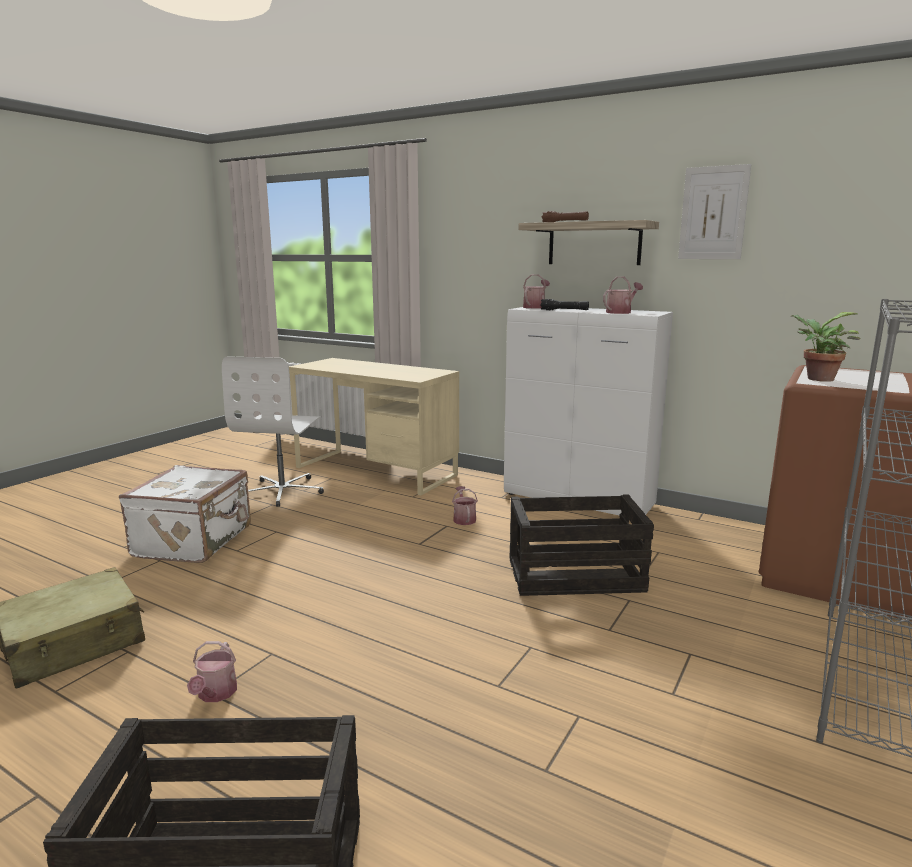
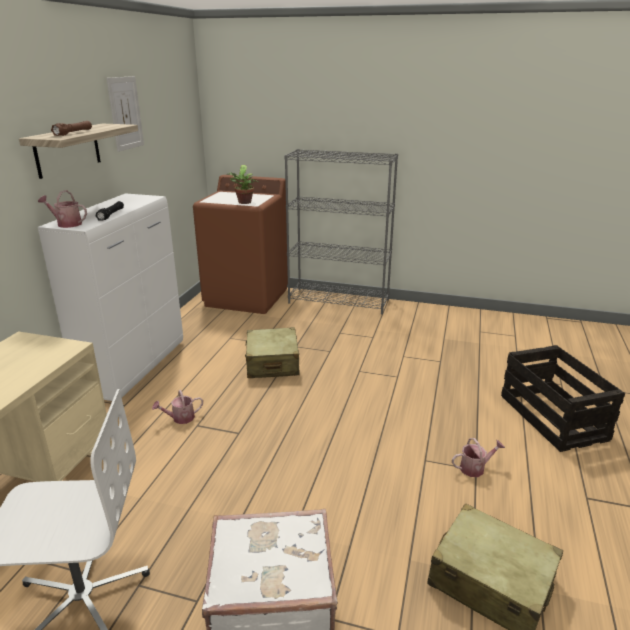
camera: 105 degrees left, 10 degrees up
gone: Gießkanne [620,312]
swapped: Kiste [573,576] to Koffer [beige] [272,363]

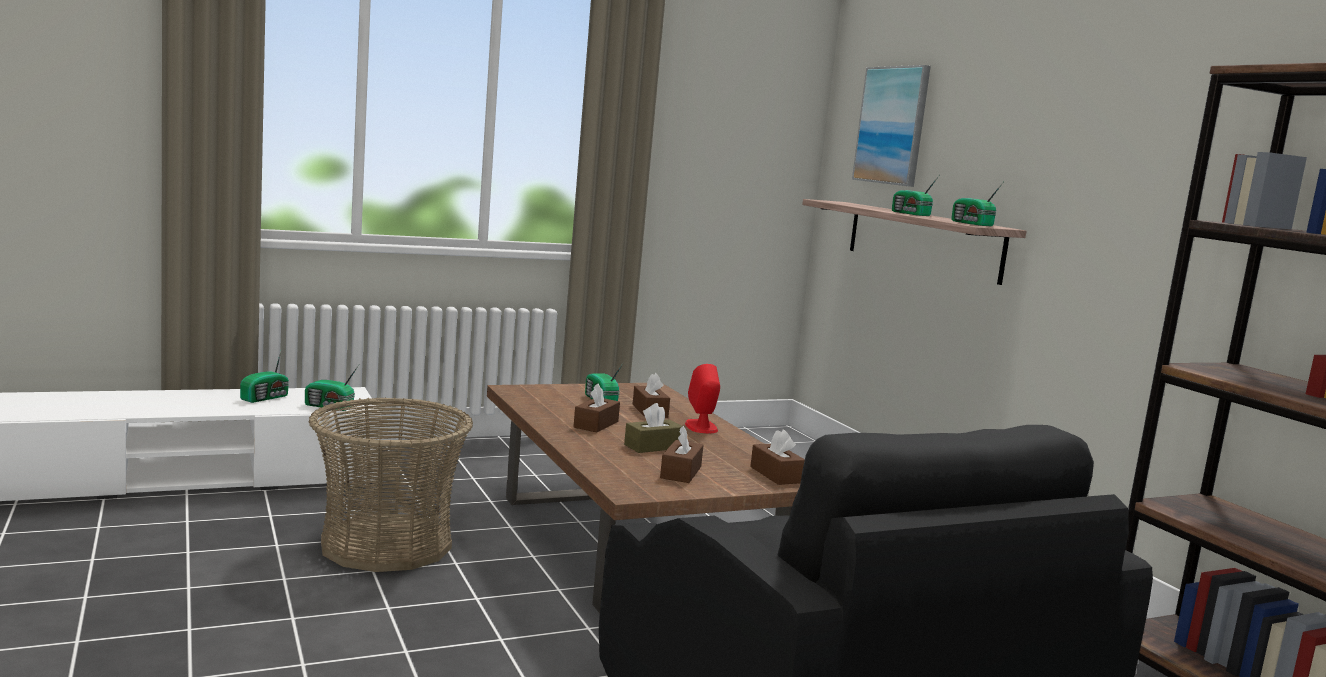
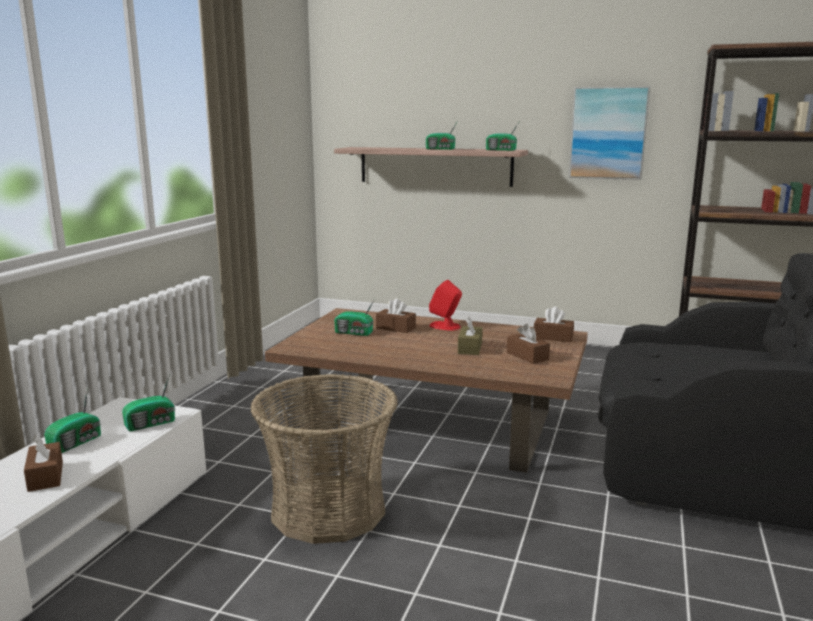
camera: 45 degrees left, 5 degrees up
shifted: Taschentuchbox [braun] [596,424] to [45,476]; Bild [892,125] to [608,133]
rotated: Radio [266,398] = [77,443] 45 degrees clockwise

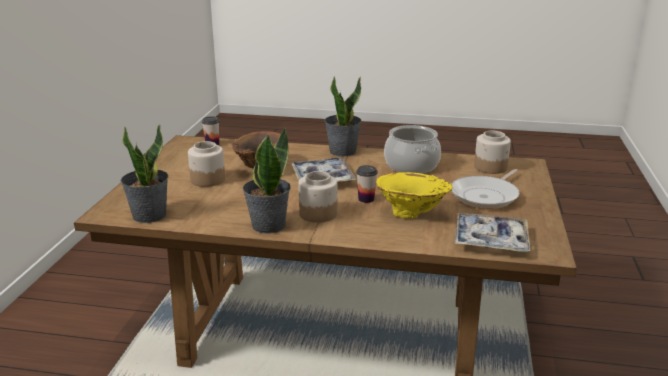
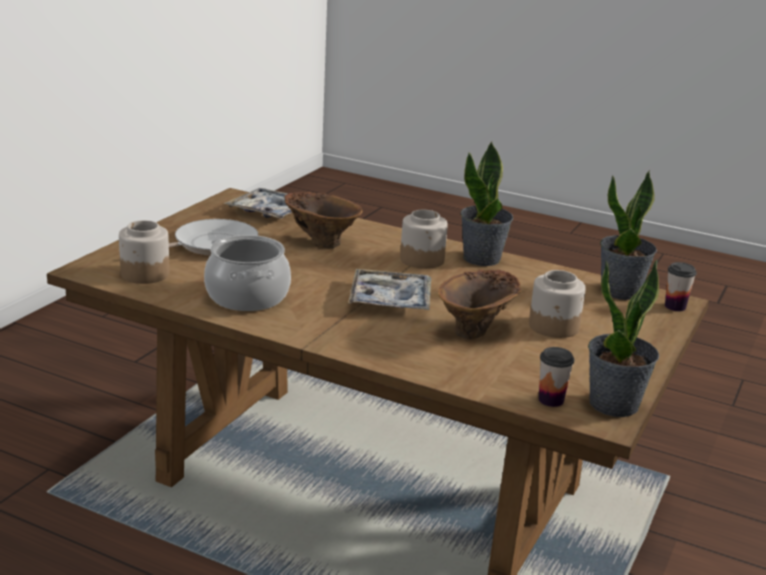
camera: 165 degrees left, 0 degrees up
shifted: Topfpflanze [342,151] to [614,404]; Tasse [366,199] to [675,306]
repainted: Vase [gelb] [411,216] to Vase [braun] [321,241]

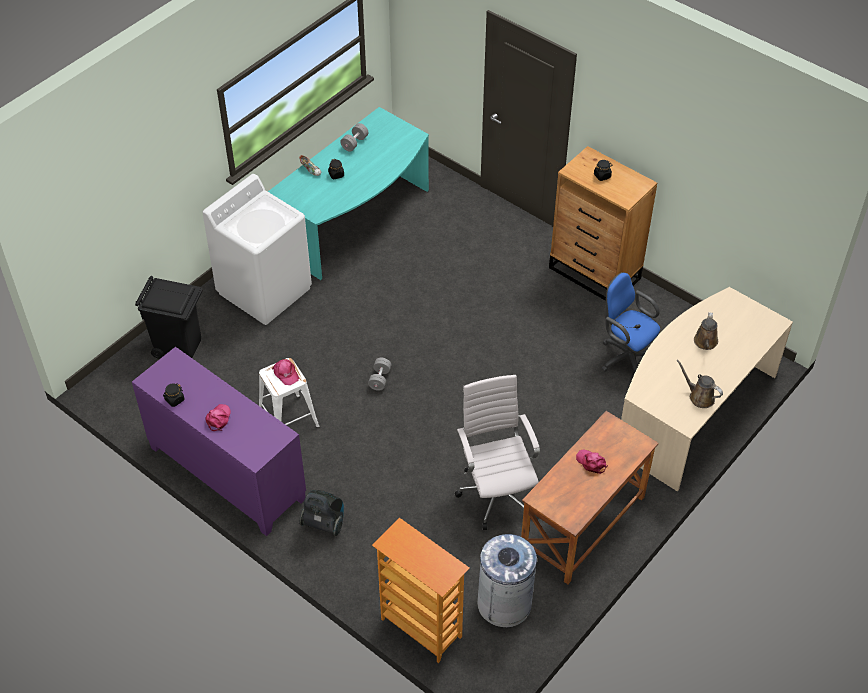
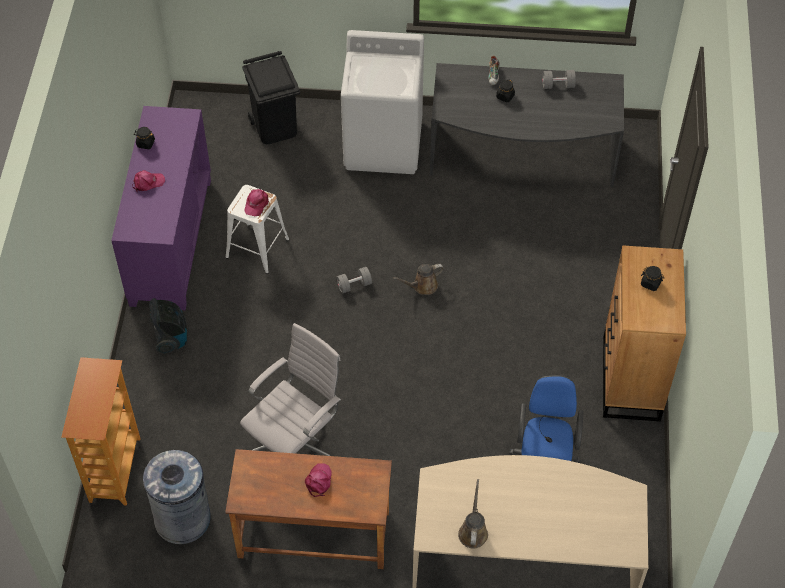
camera: 55 degrees right, 5 degrees up
shifted: Gießkanne [braun] [705,343] to [422,286]
repainted: Schreibtisch [türkis] [356,222] to Schreibtisch [grau] [522,158]

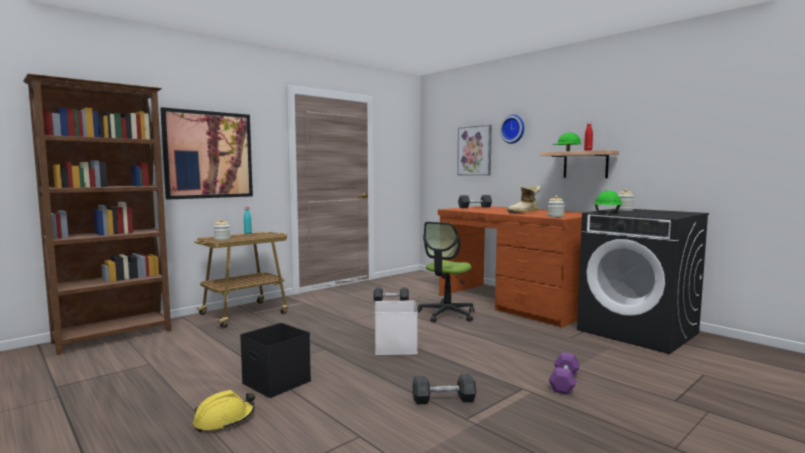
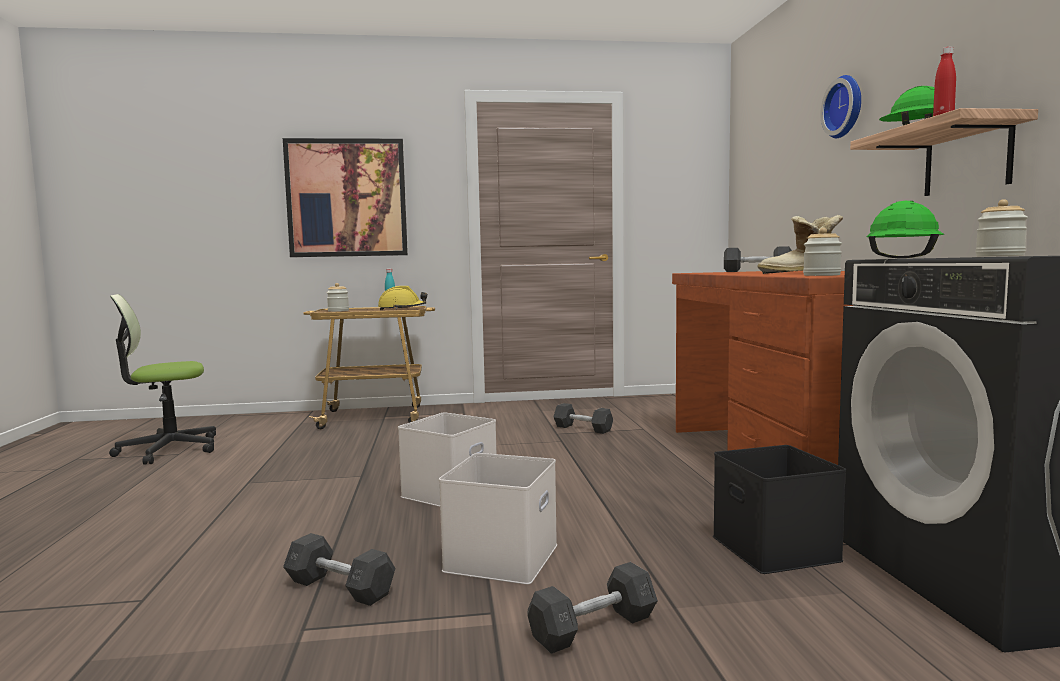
camera: 35 degrees right, 0 degrees up
gone: Bücherregal [braun] [114,337]; Bild [475,151]
new: Aufbewahrungsbox [weiß] [503,559]
shifted: Bürostuhl [446,314] to [168,450]; Schutzhelm [gelb] [224,420] to [402,309]; Aufbewahrungsbox [schwarz] [275,382] to [771,547]
repainted: Hantel [lila] [564,382] to Hantel [grau] [593,628]

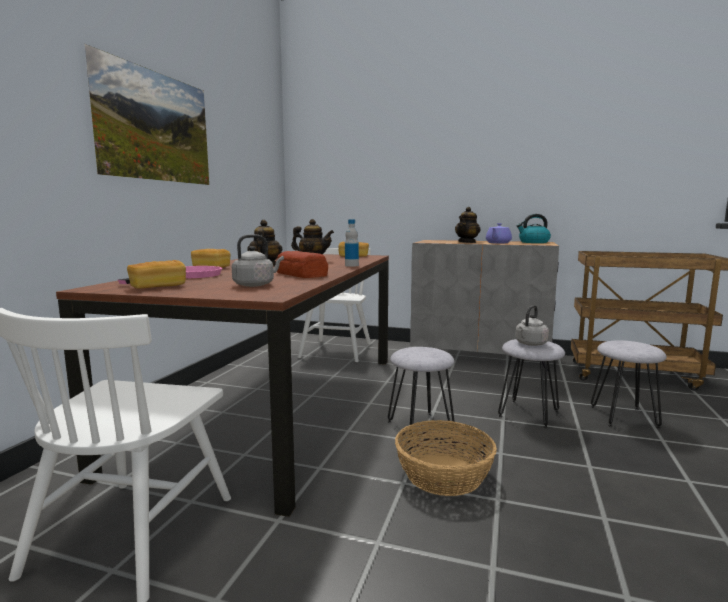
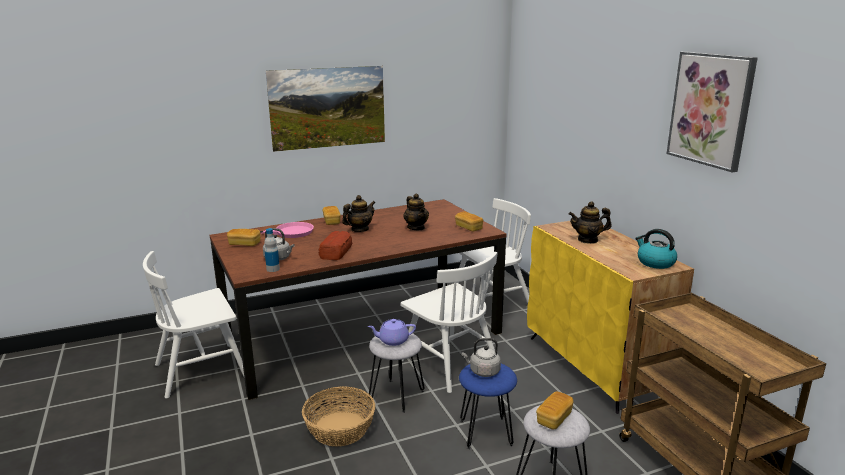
camera: 50 degrees right, 10 degrees up
new: Stuhl [weiß] [449,364]; Brot [554,418]; Bild [710,109]
shifted: Flasche [351,265] to [273,269]; Teekanne [lila] [498,243] to [392,340]
repainted: Hocker [grau] [528,413] to Hocker [blau] [486,433]; Schrank [grau] [480,356] to Schrank [gelb] [594,366]

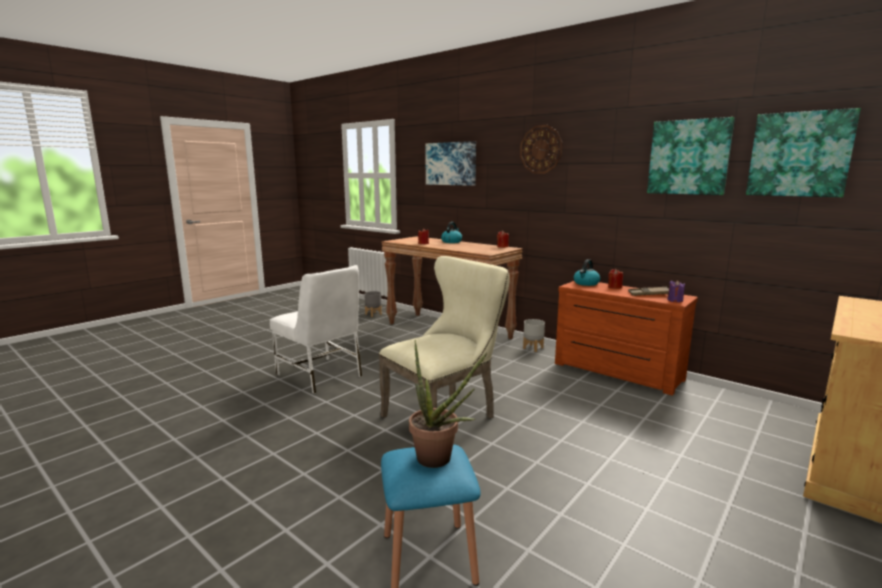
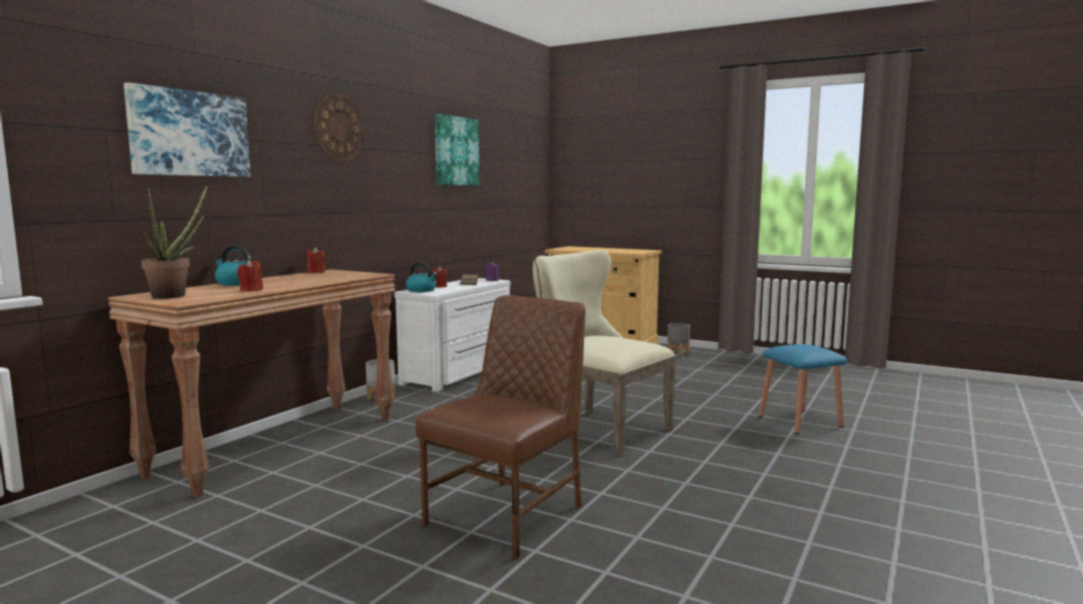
camera: 100 degrees left, 5 degrees down
gone: Bild [799,154]
shifted: Topfpflanze [440,461] to [175,295]; Pflanzkübel [grau] [373,314] to [677,354]
repainted: Kommode [braun] [616,372] to Kommode [weiß] [460,373]; Stuhl [weiß] [320,375] to Stuhl [braun] [508,515]

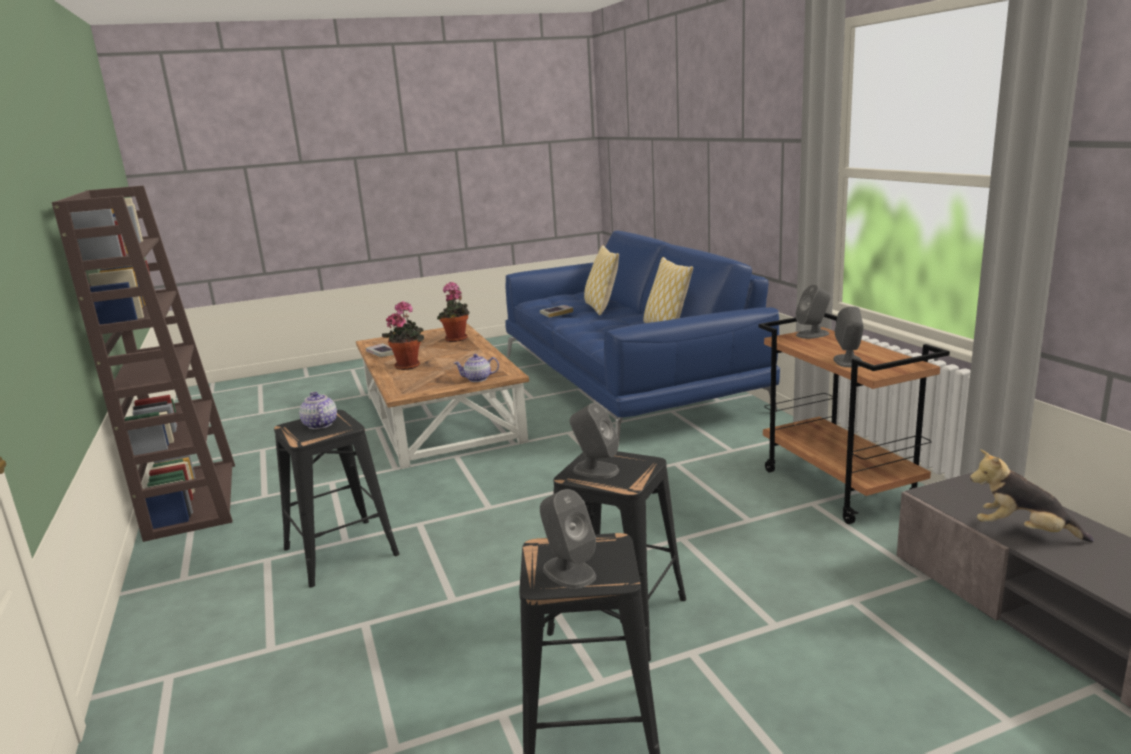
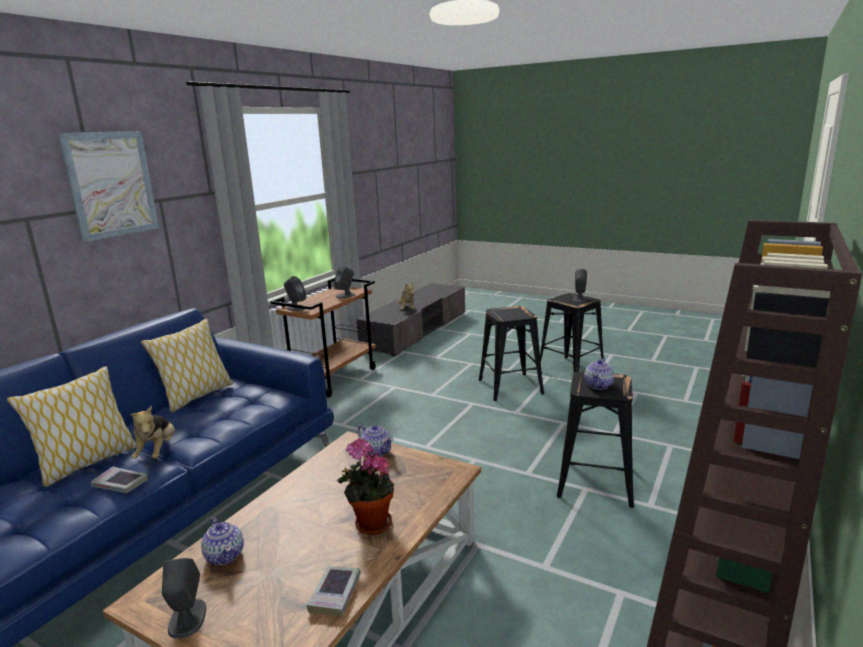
camera: 130 degrees left, 0 degrees up
new: Bild [111,184]; Plüschtier [157,451]
shifted: Lautsprecher [grau] [595,470] to [187,618]
swapped: Topfpflanze [457,339] to Teekanne [225,555]

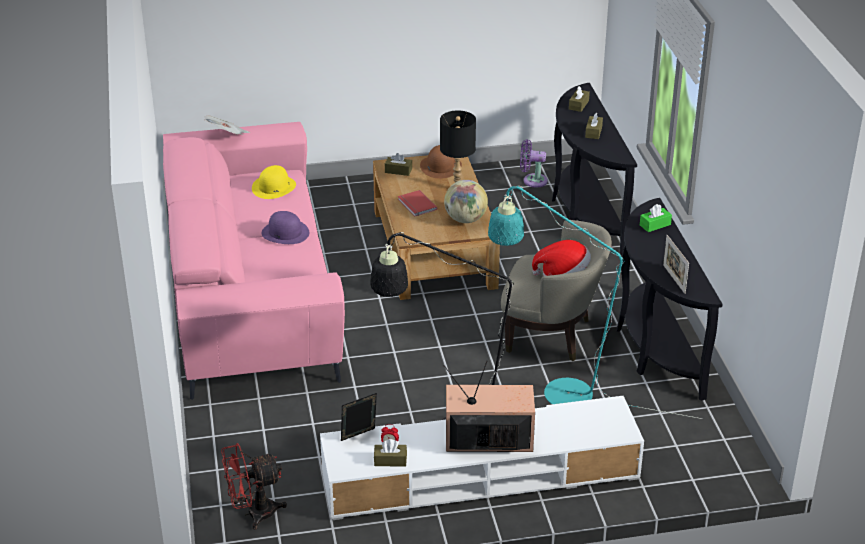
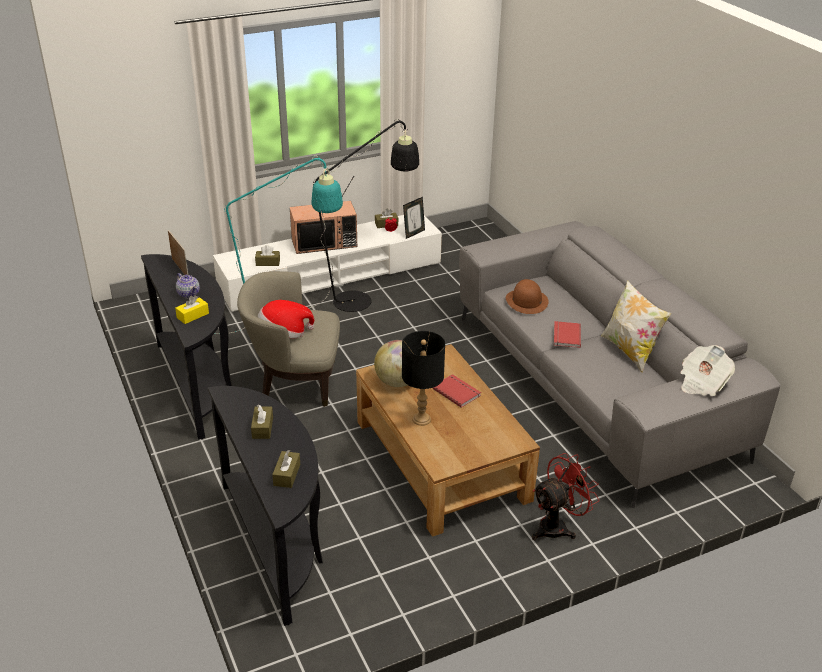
camera: 165 degrees right, 0 degrees up
gone: Hut [gelb] [274,187]; Ventilator [lila] [532,180]
new: Teekanne [188,294]; Kissen [629,351]
shifted: Taschentuchbox [braun] [398,171] to [268,262]; Hut [braun] [440,166] to [527,301]; Ventilator [rot] [253,513] to [557,526]
swapped: Hut [lila] [285,233] to Buch [rot] [565,336]
repainted: Taschentuchbox [grün] [655,225] to Taschentuchbox [gelb] [192,315]; Sofa [rosa] [251,289] to Sofa [grau] [593,385]

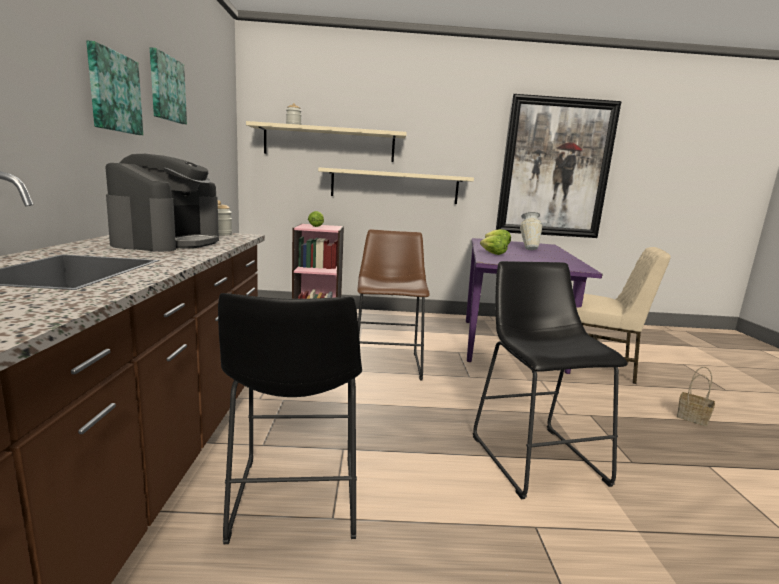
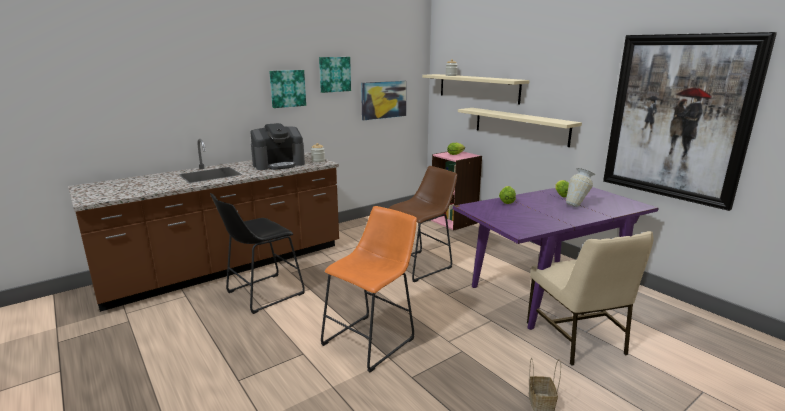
camera: 55 degrees right, 5 degrees up
new: Bild [383,99]
repainted: Hocker [schwarz] [533,454] to Hocker [orange] [372,339]

